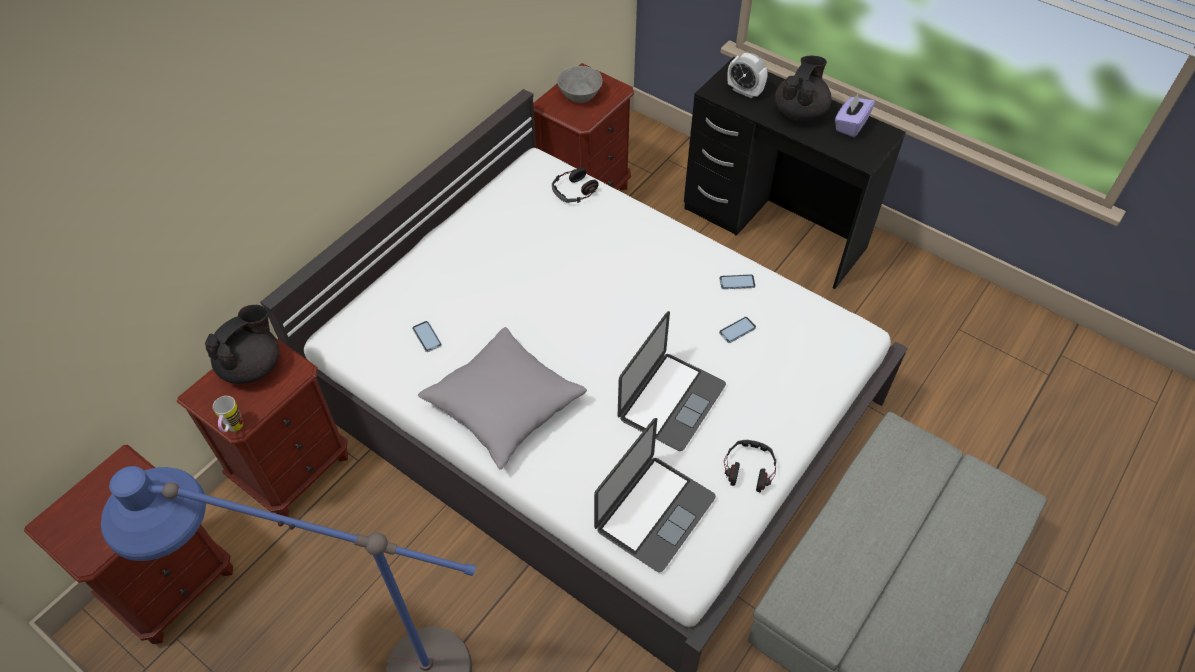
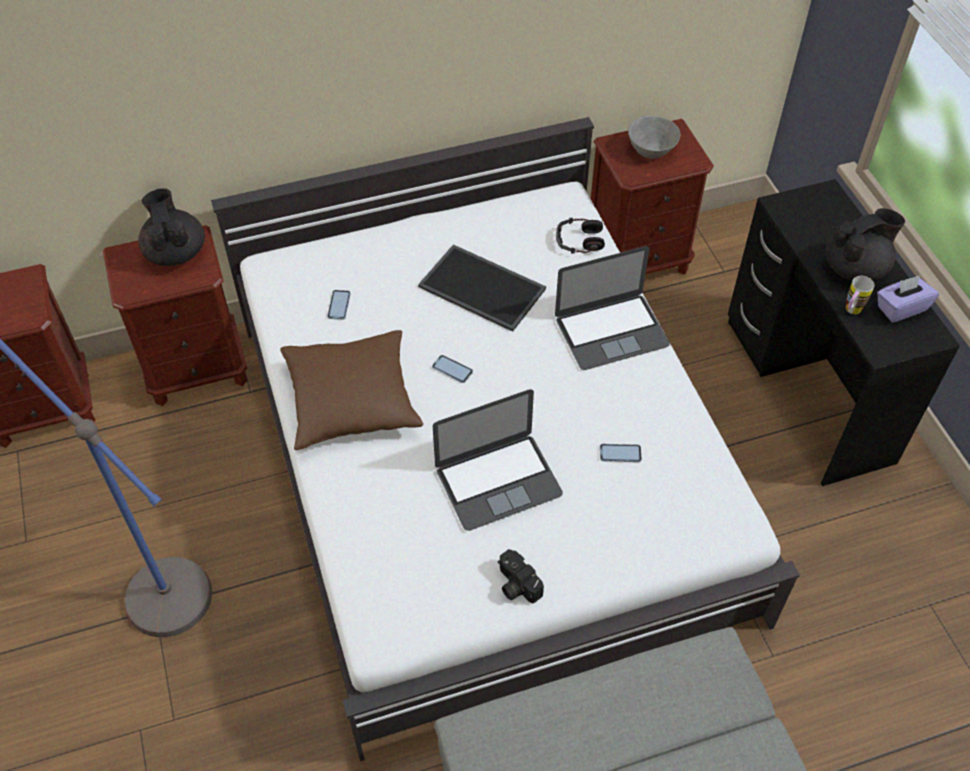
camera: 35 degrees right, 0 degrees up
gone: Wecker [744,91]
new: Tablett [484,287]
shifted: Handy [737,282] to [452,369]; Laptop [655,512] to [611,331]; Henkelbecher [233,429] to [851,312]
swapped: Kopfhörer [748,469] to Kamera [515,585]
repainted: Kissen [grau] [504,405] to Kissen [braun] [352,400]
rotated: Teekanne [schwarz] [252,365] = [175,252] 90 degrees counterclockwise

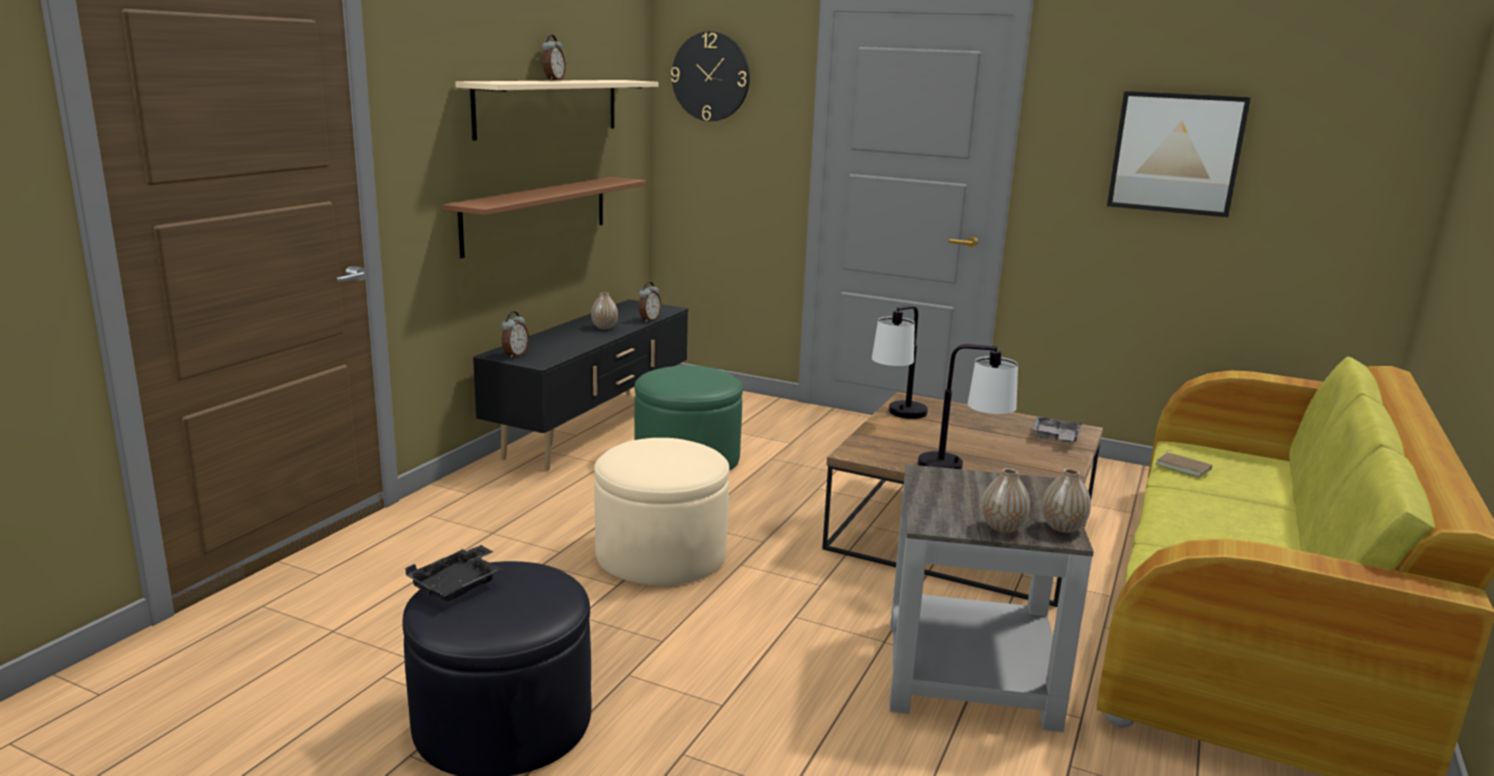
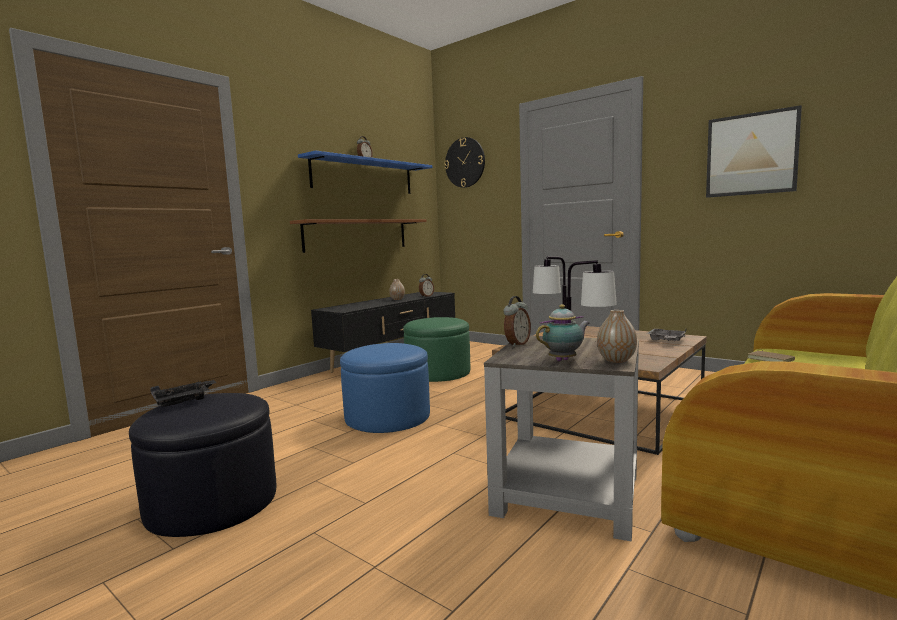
camera: 15 degrees right, 10 degrees down
shifted: Wecker [515,355] to [516,344]
swapped: Vase [1002,528] to Teekanne [564,360]
repainted: Wandregal [beige] [549,107] to Wandregal [blau] [364,176]; Polsterhocker [beige] [661,554] to Polsterhocker [blau] [387,417]

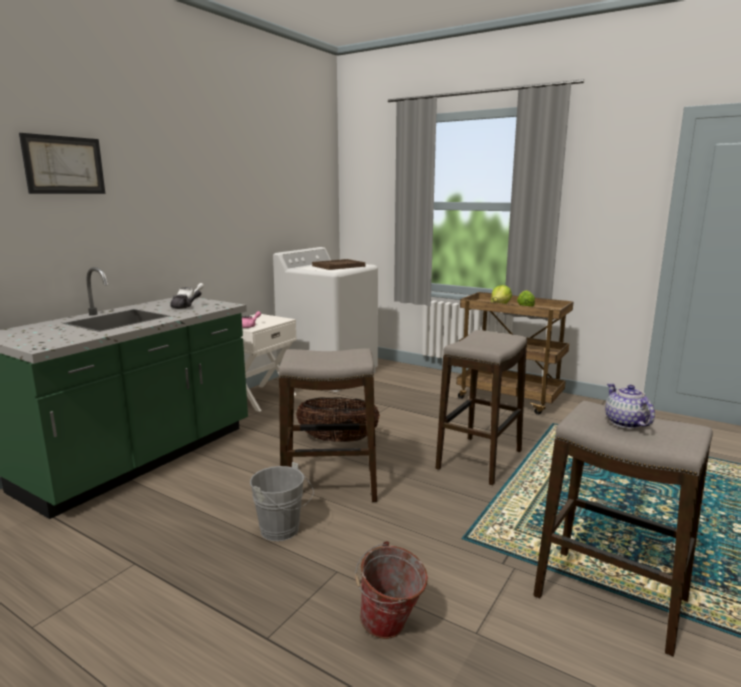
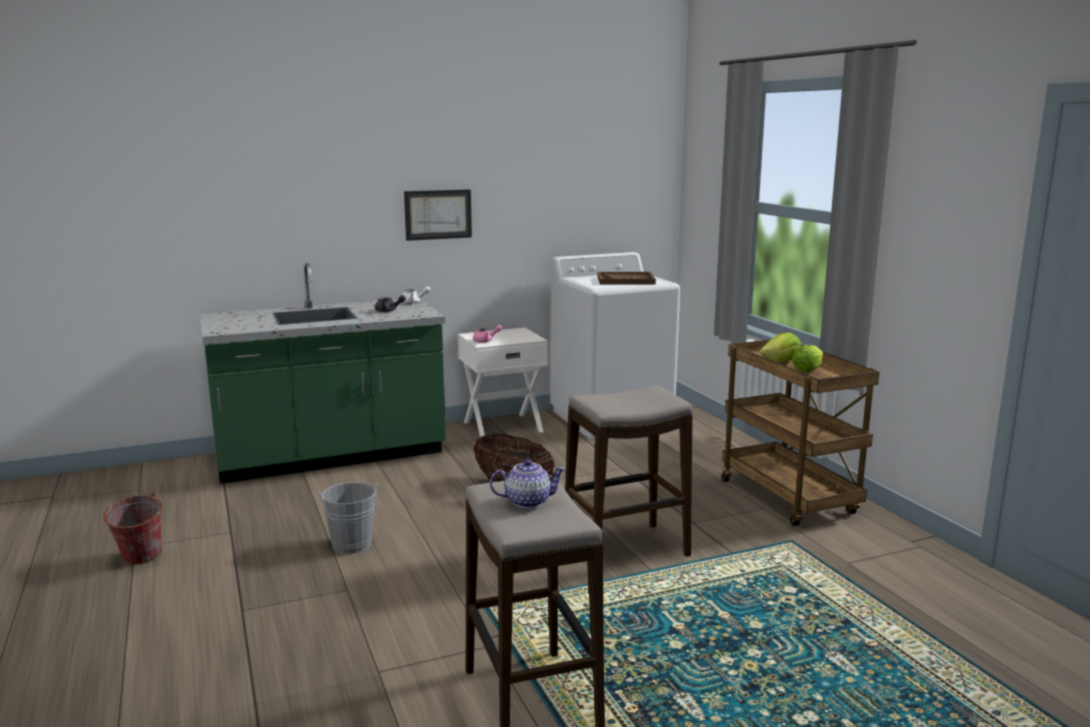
camera: 35 degrees right, 0 degrees up
gone: Hocker [330,486]
shifted: Eimer [390,630] to [138,561]; Bild [64,165] to [438,214]
rotated: Teekanne [626,423] = [527,501] 60 degrees clockwise

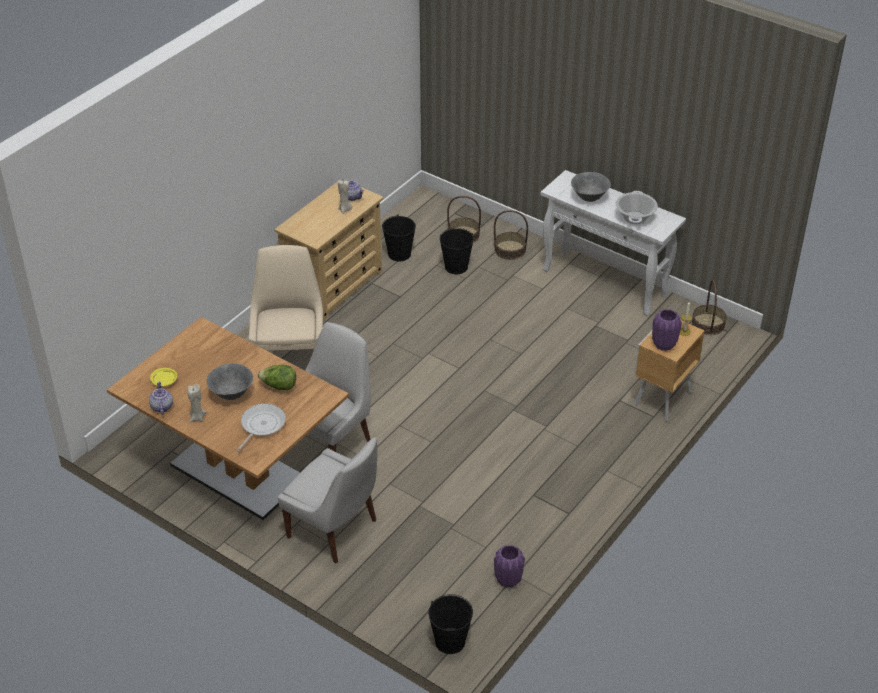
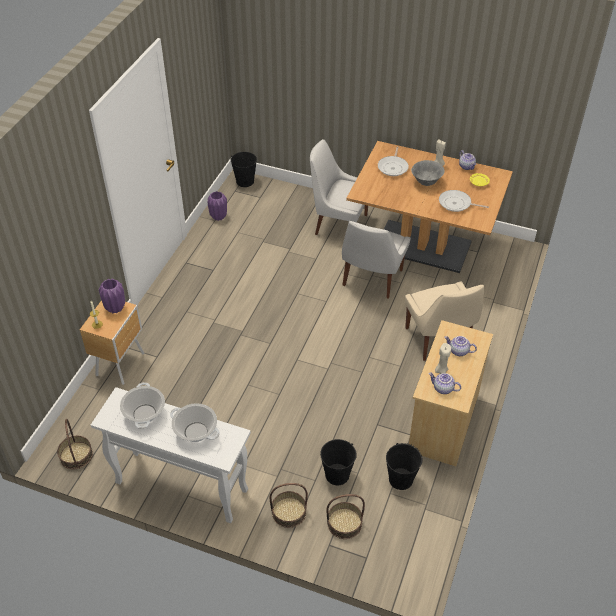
camera: 165 degrees right, 5 degrees up
gone: Salatkopf [279,386]
new: Pfanne [456,204]; Teekanne [458,351]
swapped: Schüssel [grau] [589,198] to Kochtopf [195,432]

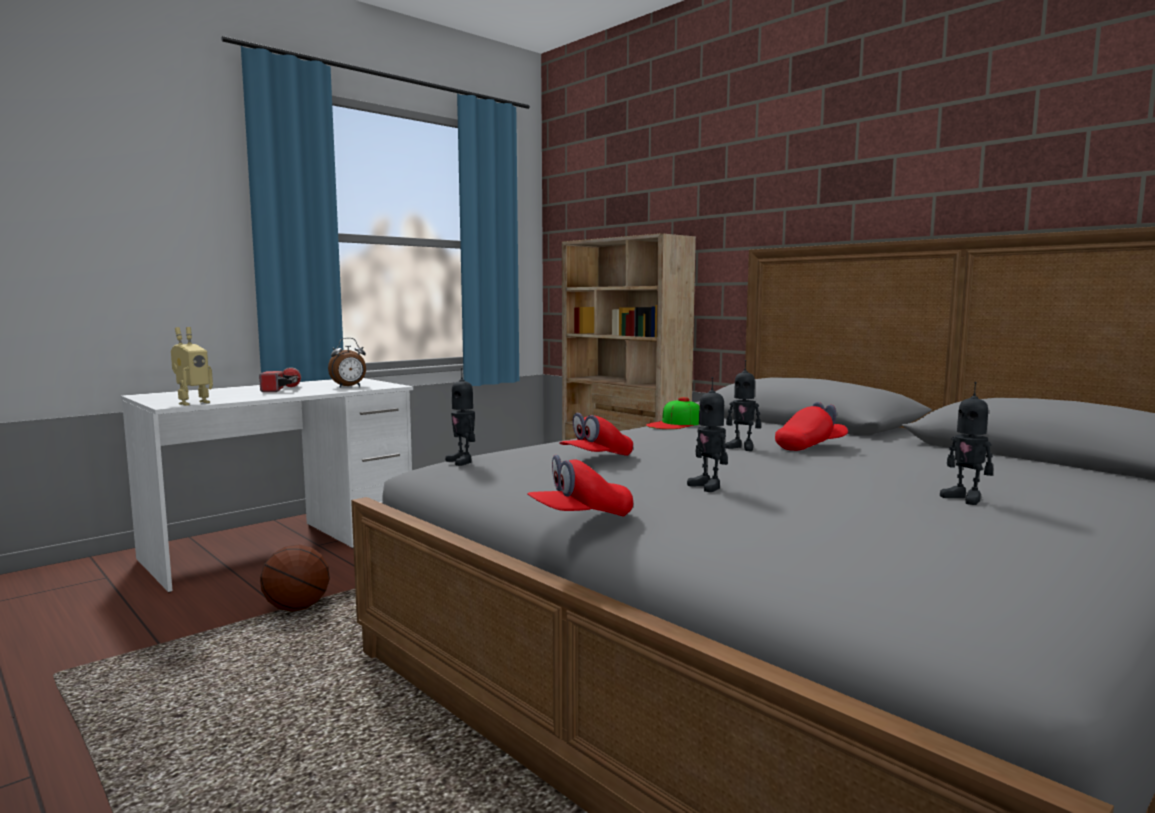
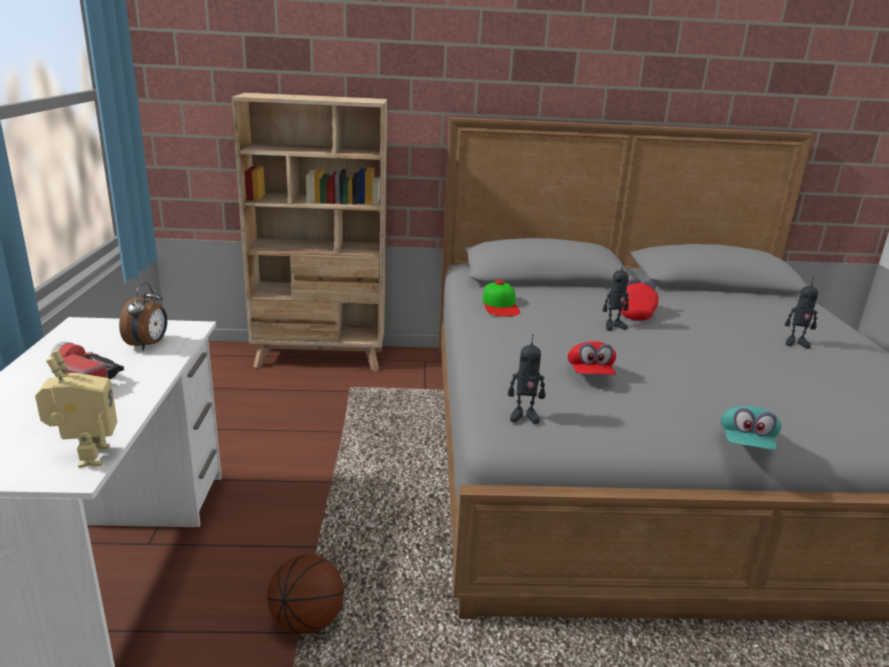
camera: 50 degrees left, 15 degrees up
gone: Spielzeugroboter [708,486]
repainted: Kappe [rot] [581,517] to Kappe [türkis] [746,444]

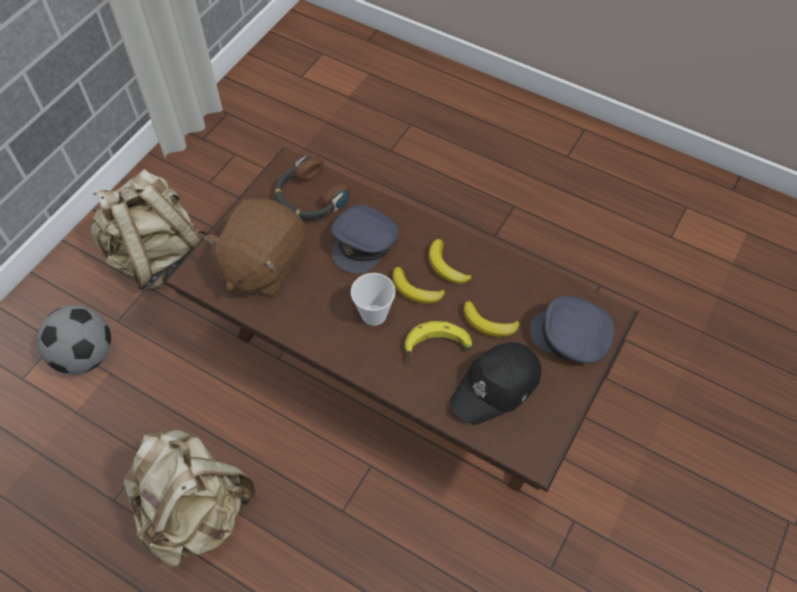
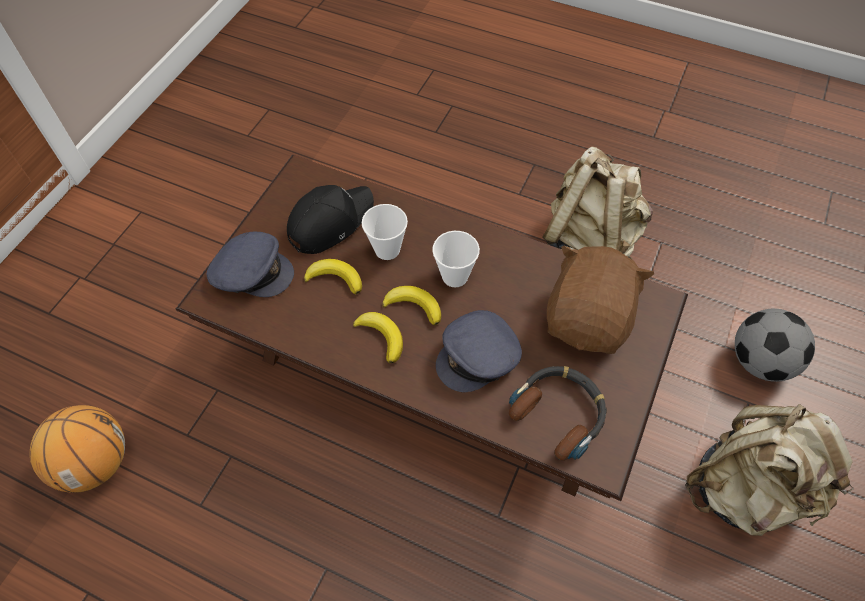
camera: 175 degrees right, 0 degrees up
new: Basketball [95,462]
swapped: Banane [437,349] to Tasse [387,249]
rotated: Kappe [grau] [364,243] = [479,357] 150 degrees counterclockwise

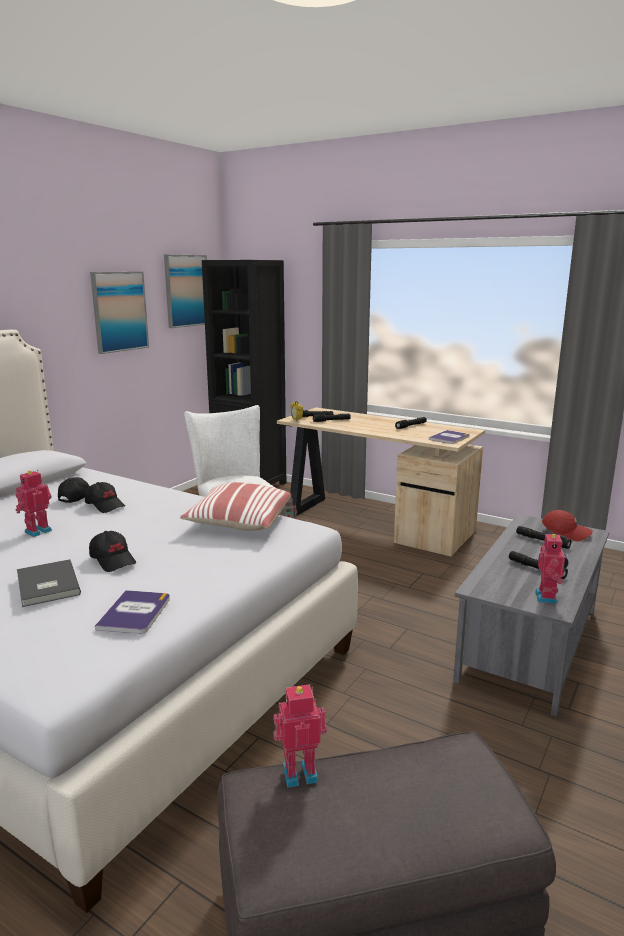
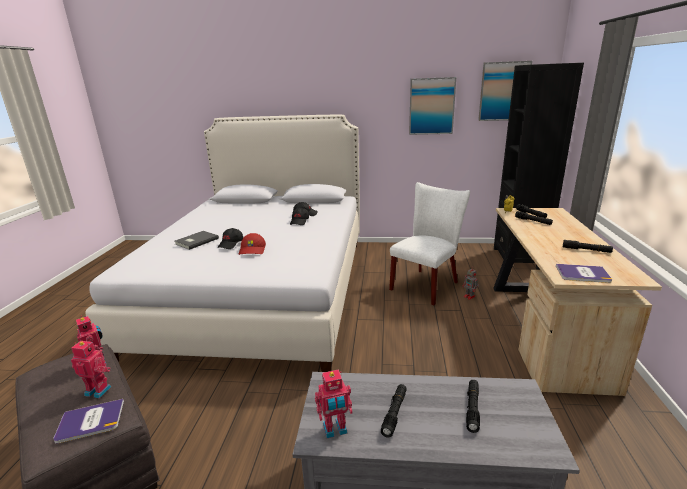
camera: 65 degrees right, 5 degrees up
gone: Kissen [239,522]
shifted: Buch [135,613] to [90,421]; Spielzeugroboter [37,531] to [99,390]; Kappe [rot] [566,532] to [253,250]

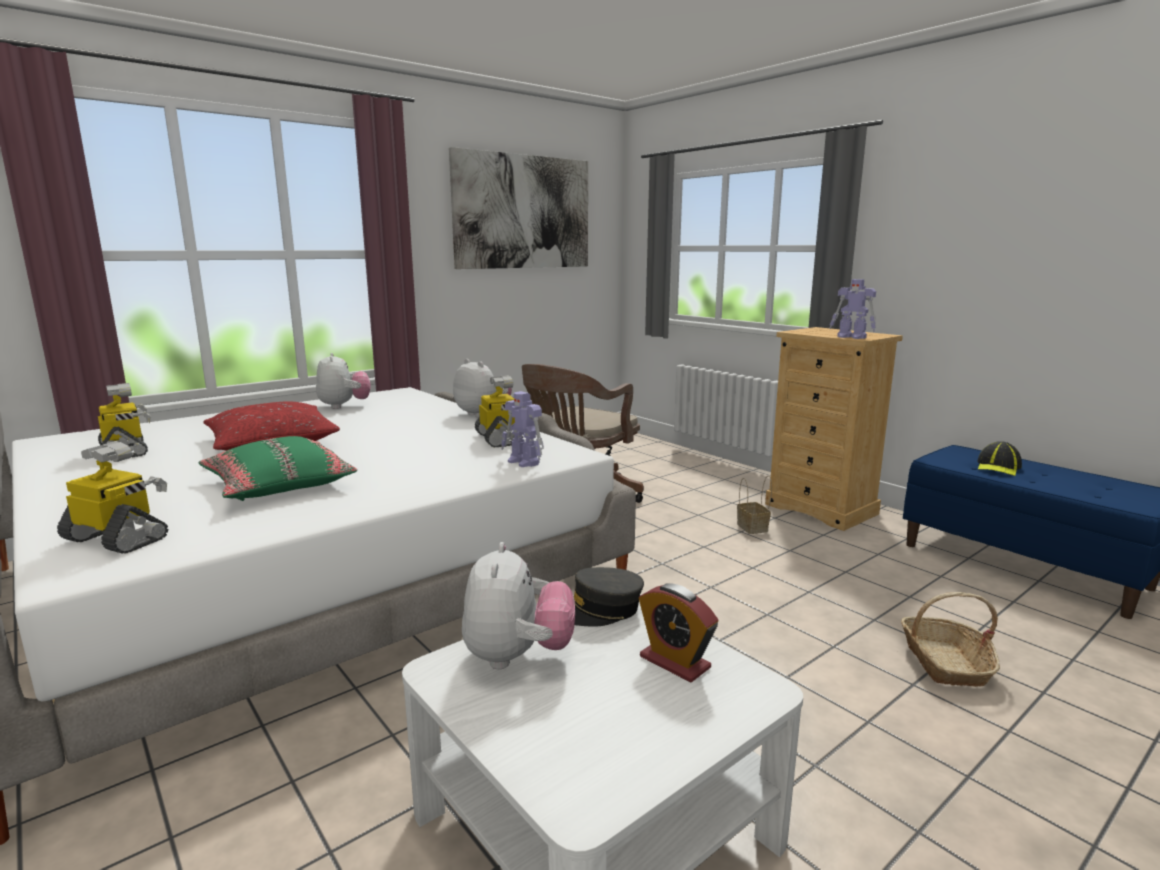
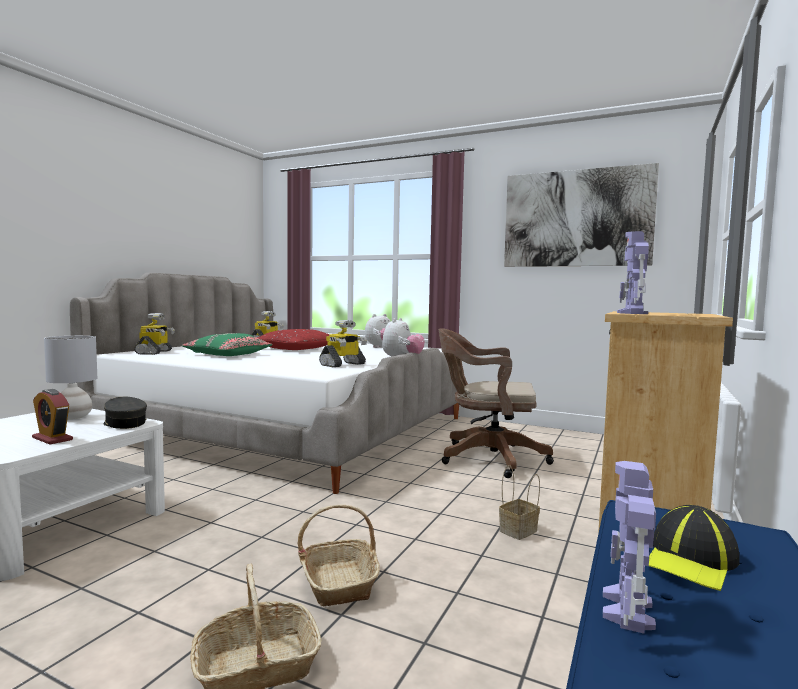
camera: 65 degrees right, 10 degrees down
new: Korb [339,582]
shifted: Spielzeugroboter [524,462] to [627,611]
swapped: Plüschtier [517,657] to Tischlampe [grau] [74,417]
rotated: Wecker [674,662] = [52,439] 75 degrees counterclockwise; Kappe [998,467] = [691,560] 60 degrees counterclockwise

